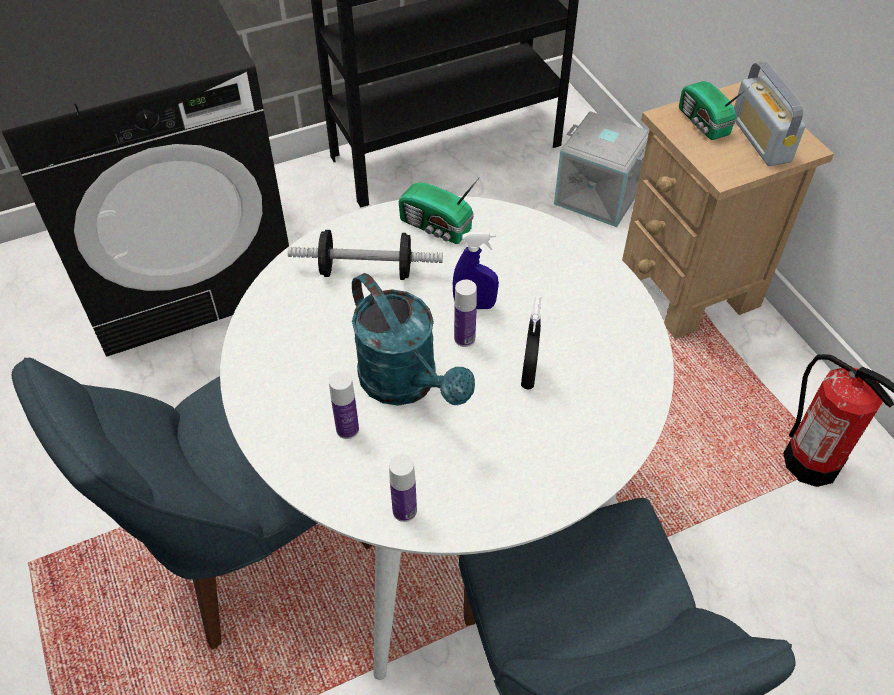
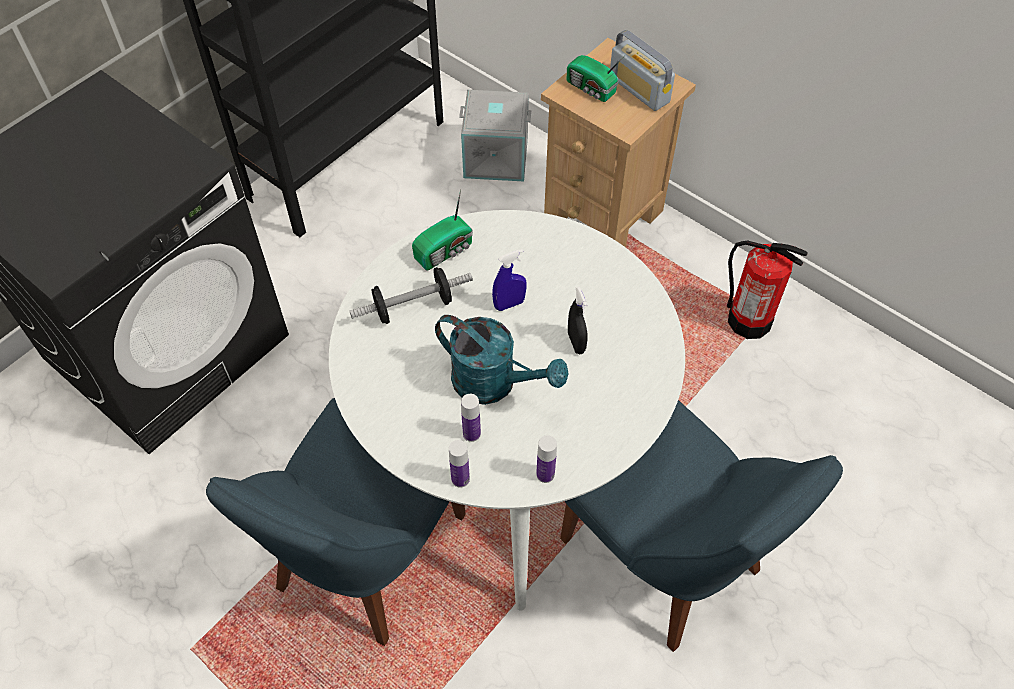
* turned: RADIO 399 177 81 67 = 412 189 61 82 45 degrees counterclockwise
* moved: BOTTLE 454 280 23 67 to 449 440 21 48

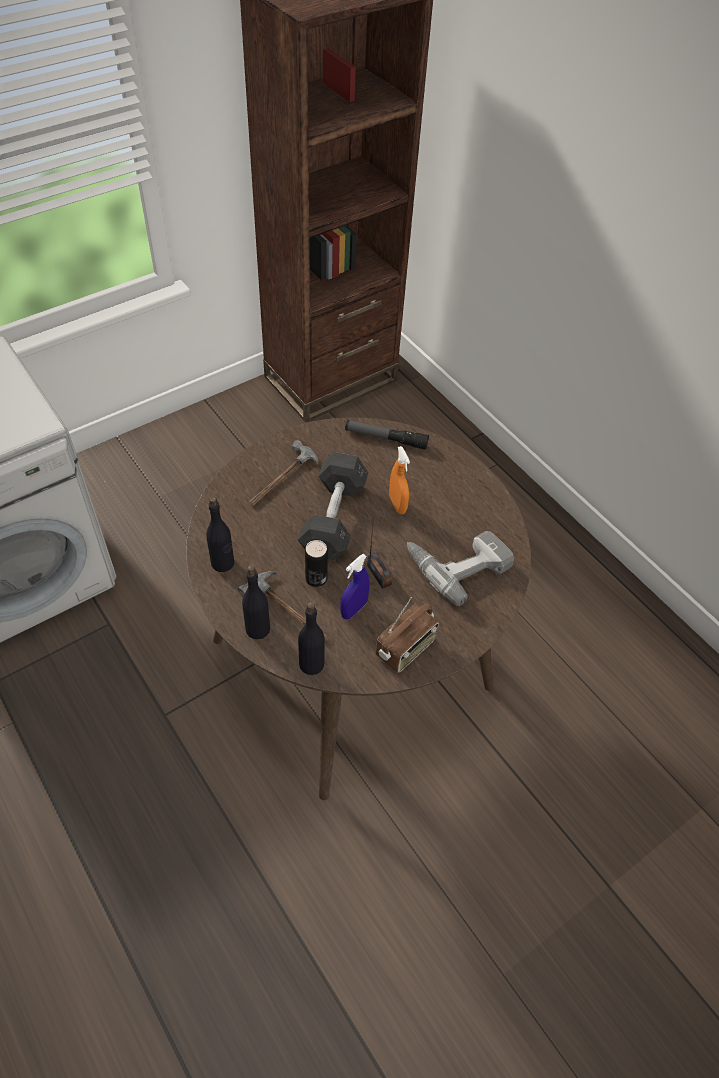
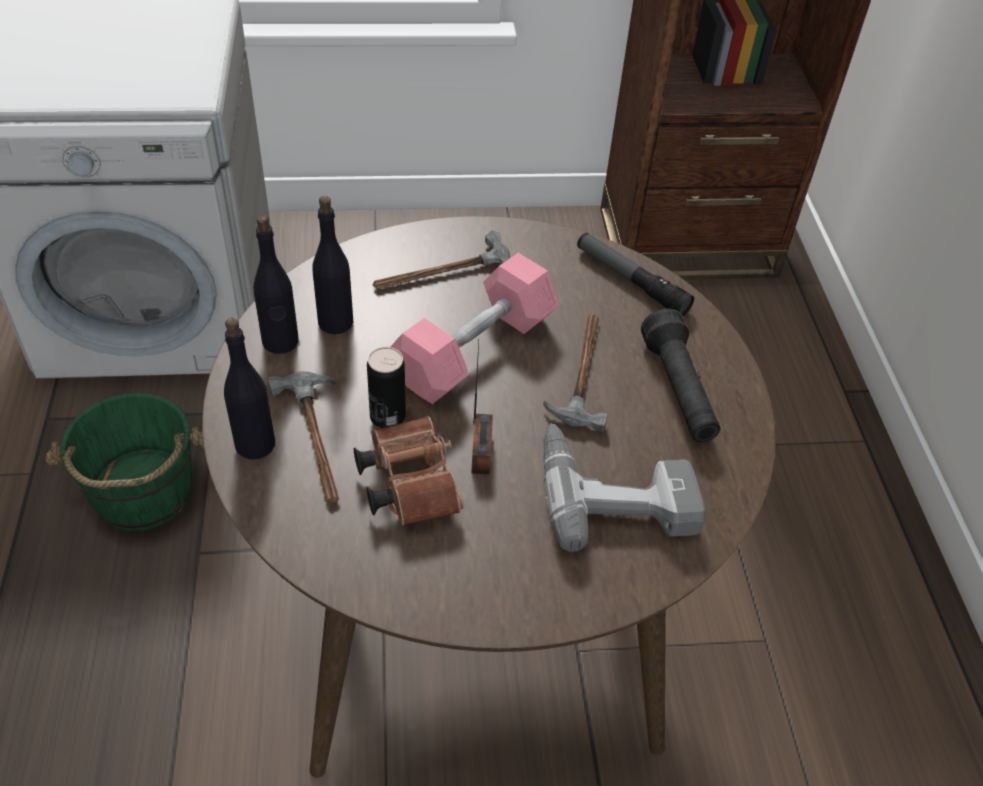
* replaced: ORANGE SPRAY BOTTLE 389 446 21 68 to HAMMER 543 315 65 118
* recoloured: GREY DUMBBELL 298 452 70 108 to PINK DUMBBELL 390 253 170 151
* replaced: BLUE SPRAY BOTTLE 340 554 30 66 to BROWN BINOCULARS 354 417 109 109
* removed: RADIO 375 597 64 76
* moved: BLACK BOTTLE 298 602 27 73 to 313 196 40 138
* added: BLACK FLASHLIGHT 641 309 79 133
* added: GREEN BUCKET 46 393 158 139

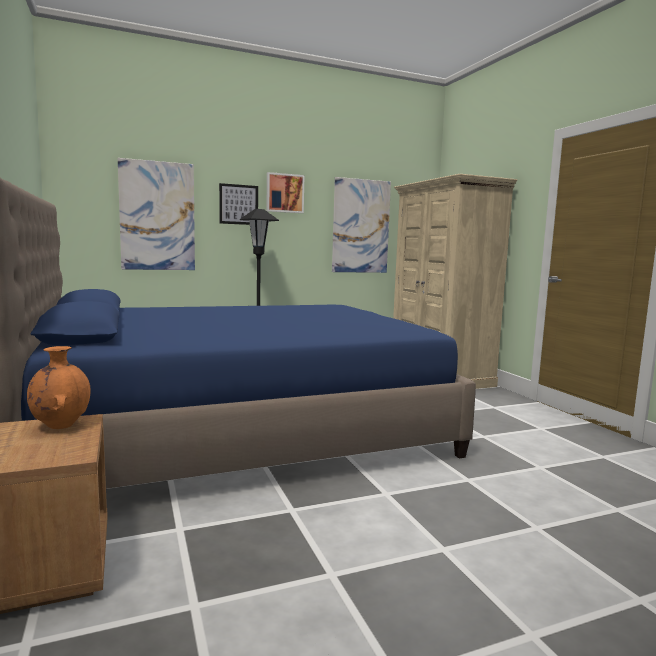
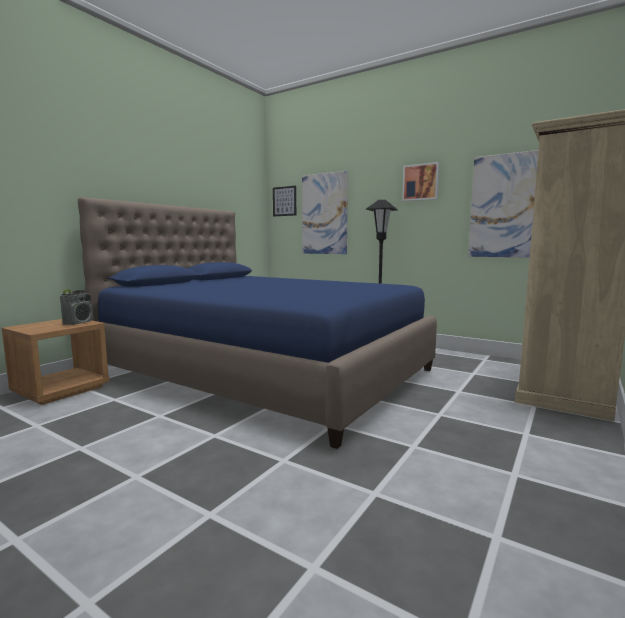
* moved: PICTURE 219 183 39 42 to 273 186 23 30
* replaced: ORANGE VASE 27 346 64 83 to RADIO 60 289 33 36

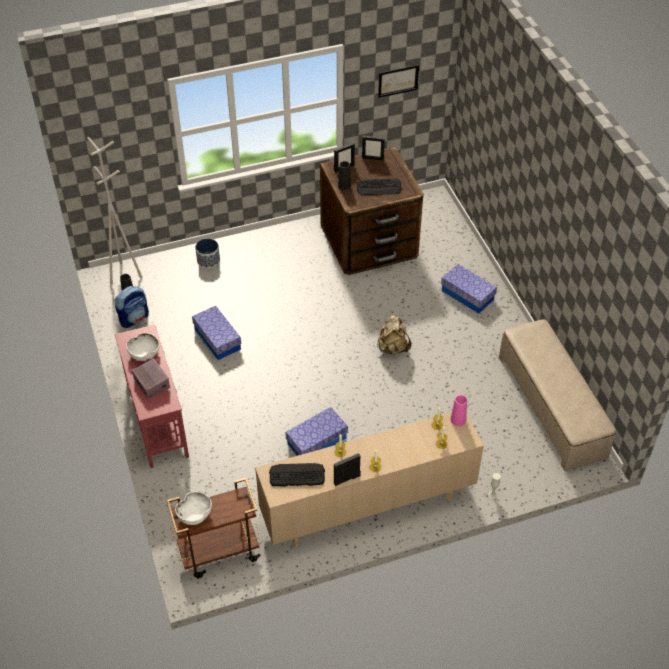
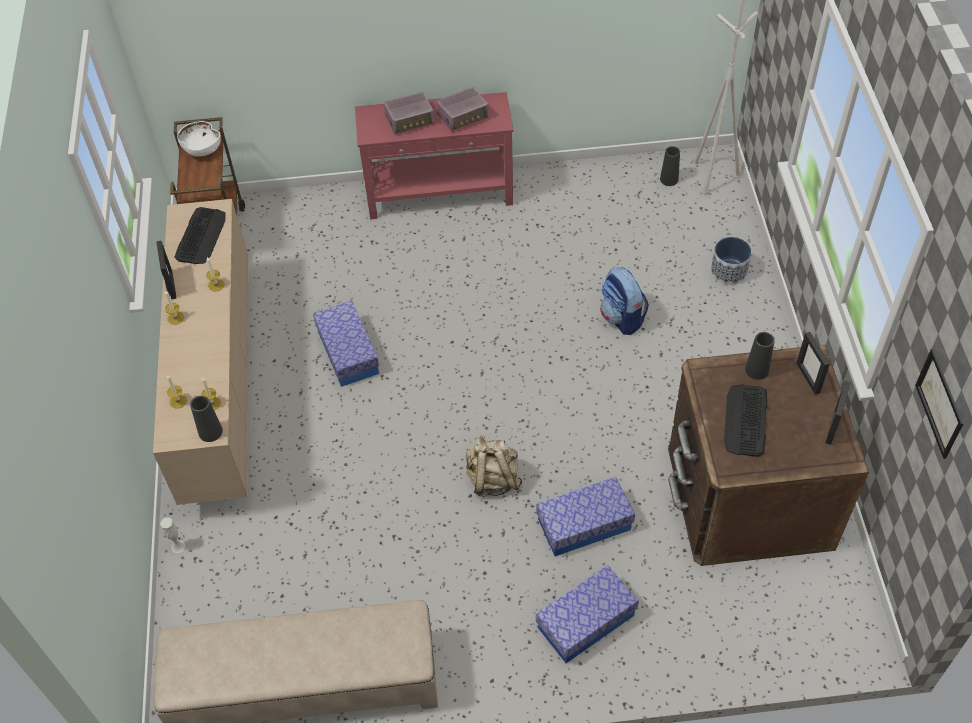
* moved: BACKPACK 115 286 34 42 to 600 267 49 68
* moved: STORAGE BOX 192 306 49 54 to 536 477 99 79
* replaced: WHITE BOWL 126 333 34 28 to RADIO 436 87 52 45
* recoloured: PINK VASE 450 395 17 31 to BLACK VASE 190 396 33 46

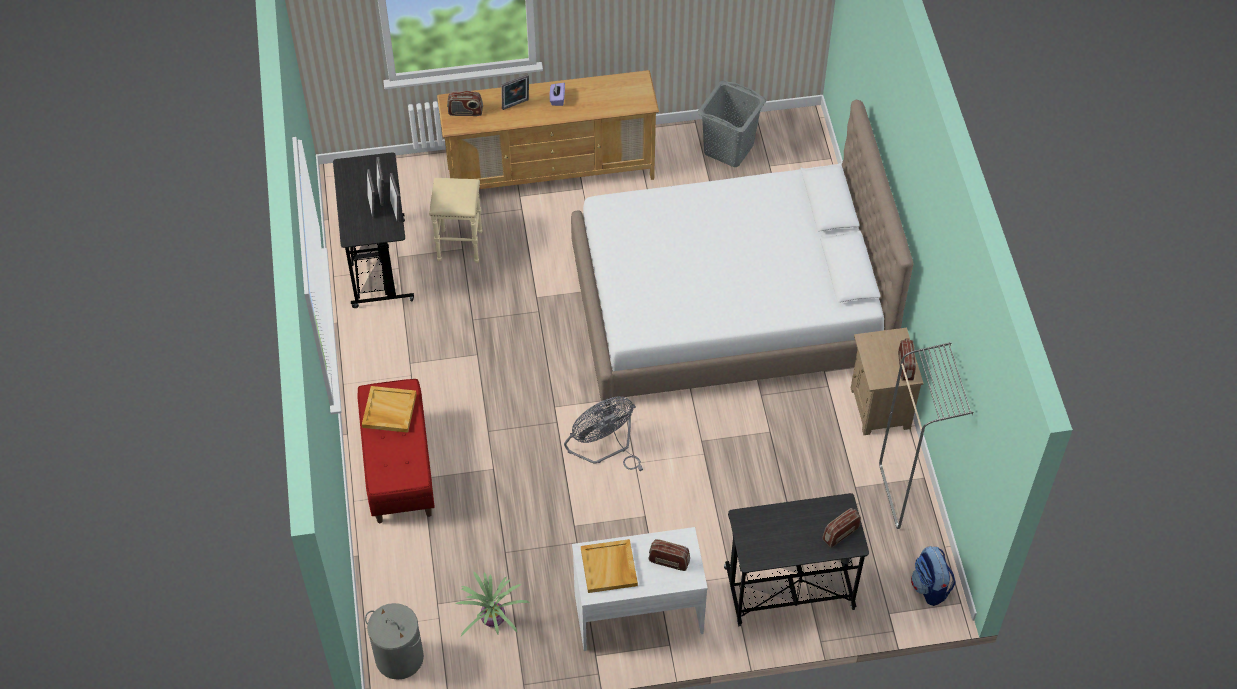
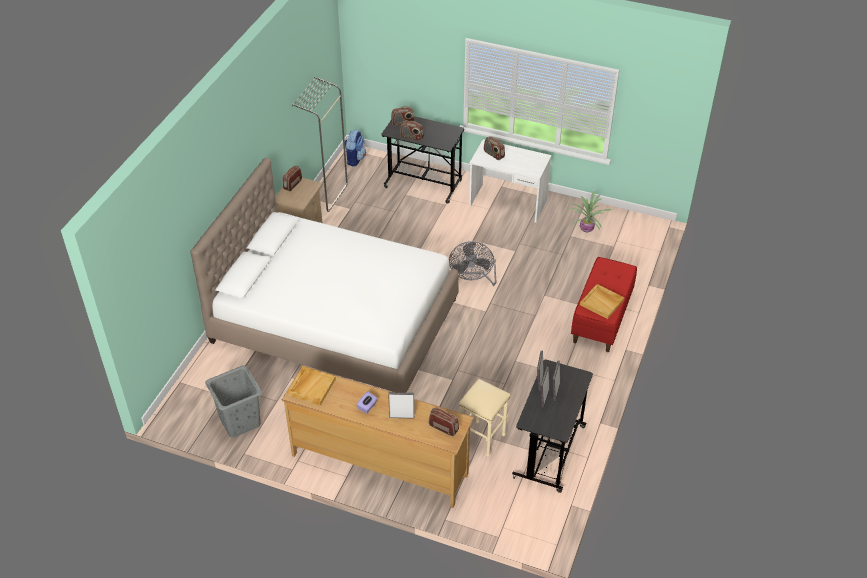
* moved: BEIGE TRAY 581 539 57 54 to 287 366 49 40
* removed: GREY LAUNDRY BASKET 365 603 59 77
* added: RADIO 400 120 24 21

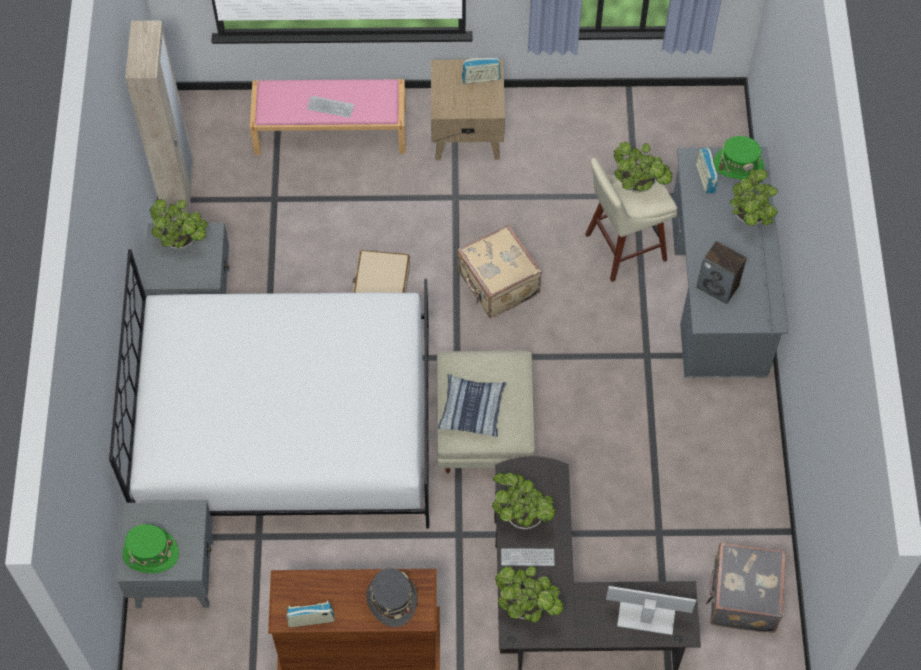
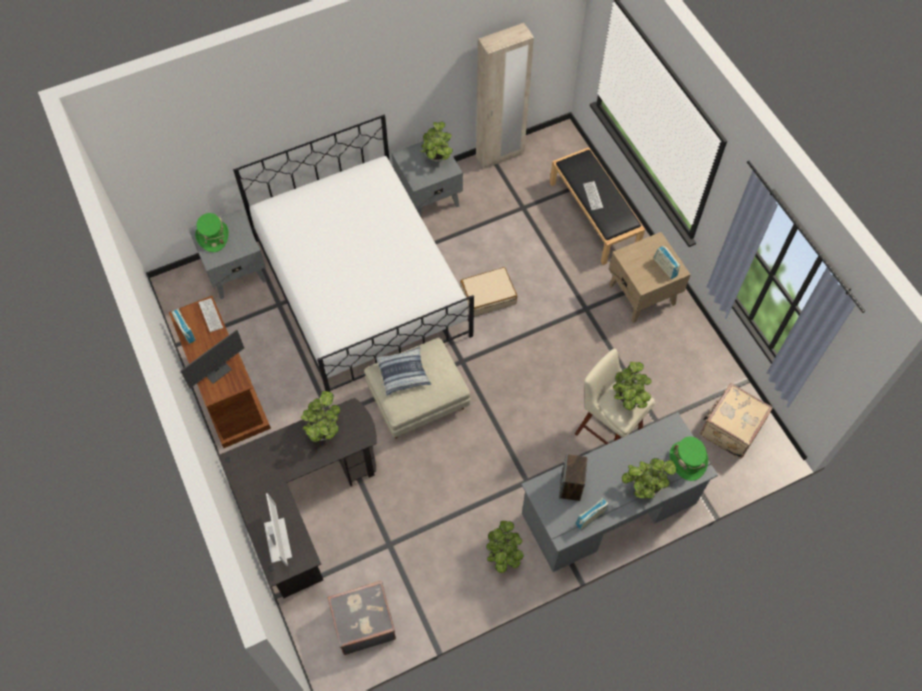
* recoloured: PINK BENCH 250 79 156 76 to BLACK BENCH 550 147 95 118
* moved: RADIO 696 148 22 46 to 576 498 32 32
* moved: BEIGE SUITCASE 457 224 84 94 to 700 383 73 76
* moved: KEYBOARD 501 548 53 18 to 198 298 25 34
* moved: POTTED PLANT 495 566 68 56 to 487 521 37 52
* replaced: GREY HAT 366 568 52 60 to MONITOR 180 330 64 58

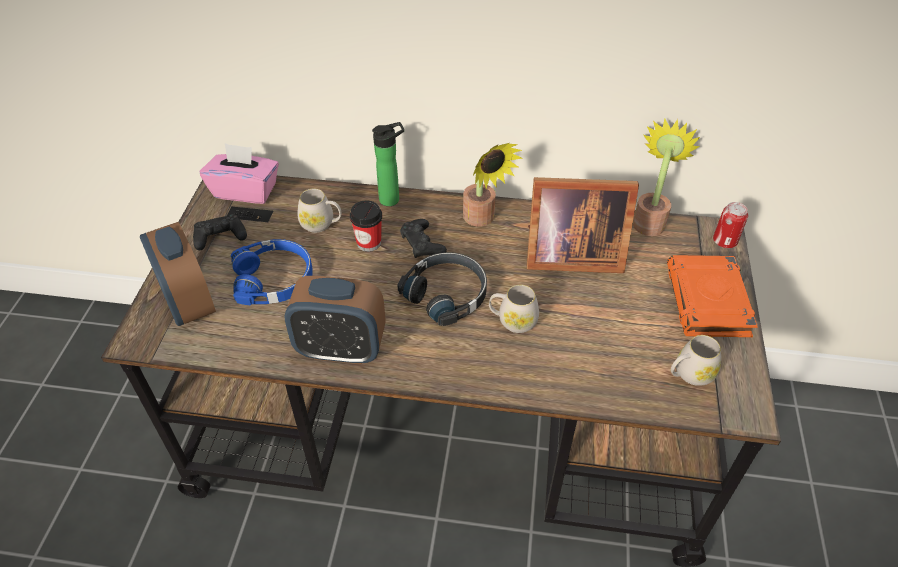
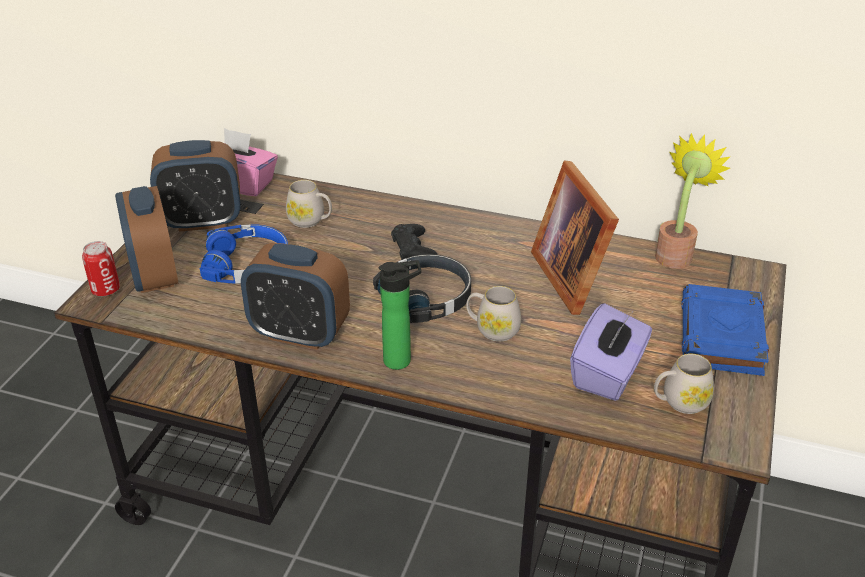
* moved: BOTTLE 372 122 32 84 to 378 260 43 110
* removed: POTTED PLANT 463 143 59 84
* turned: PICTURE FRAME 527 177 112 96 = 531 161 88 154 60 degrees clockwise
* removed: CUP 350 201 33 51
* moved: CAN 713 202 35 46 to 82 241 38 55
* replaced: BLACK GAME CONTROLLER 193 214 54 36 to ALARM CLOCK 150 140 91 92
* recoloured: ORANGE BOOK 667 255 91 82 to BLUE BOOK 682 284 87 92
* added: PURPLE TISSUE BOX 570 303 82 98

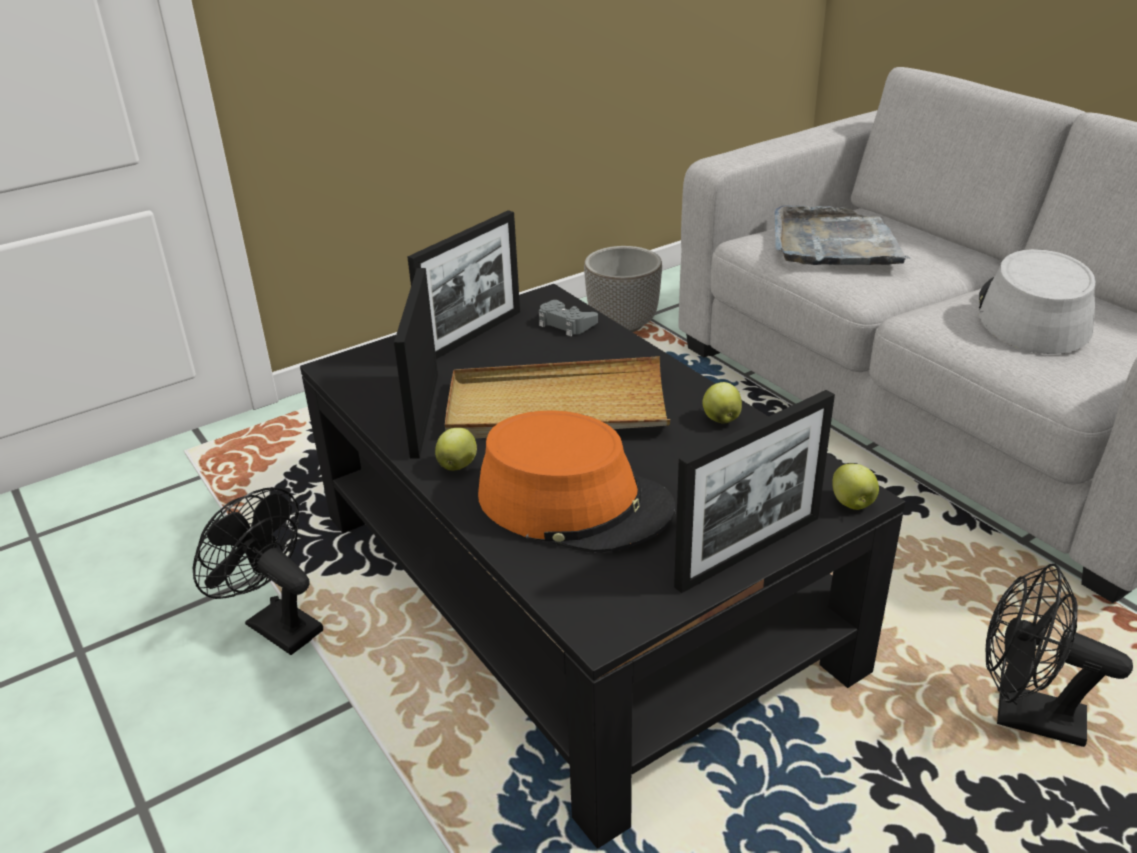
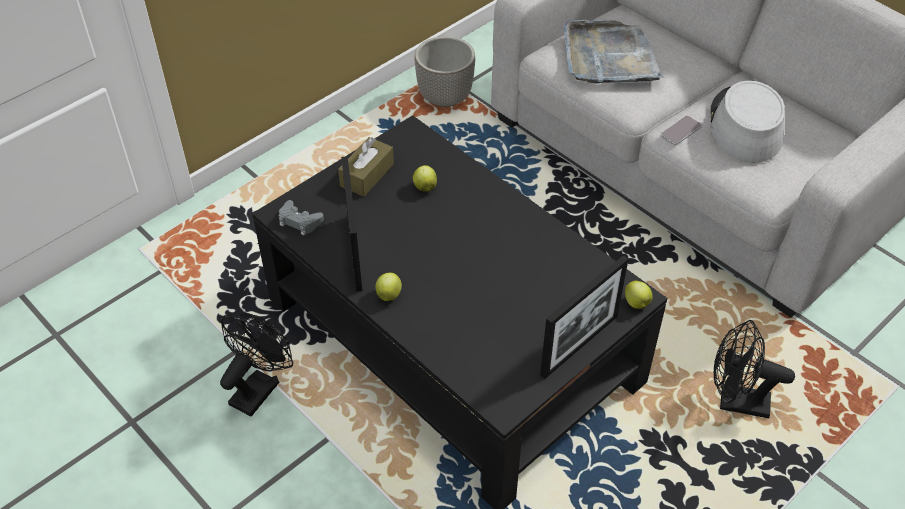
* replaced: PICTURE FRAME 407 210 113 149 to BROWN TISSUE BOX 338 137 56 60
* moved: GREY GAME CONTROLLER 539 300 59 37 to 278 200 46 36
* removed: BEIGE TRAY 445 356 225 83
* moved: APPLE 702 382 40 42 to 413 165 24 27
* removed: ORANGE HAT 478 410 198 143
* turned: BLACK FAN 193 487 130 168 = 220 313 73 103 90 degrees clockwise
* added: PHONE 661 116 41 29

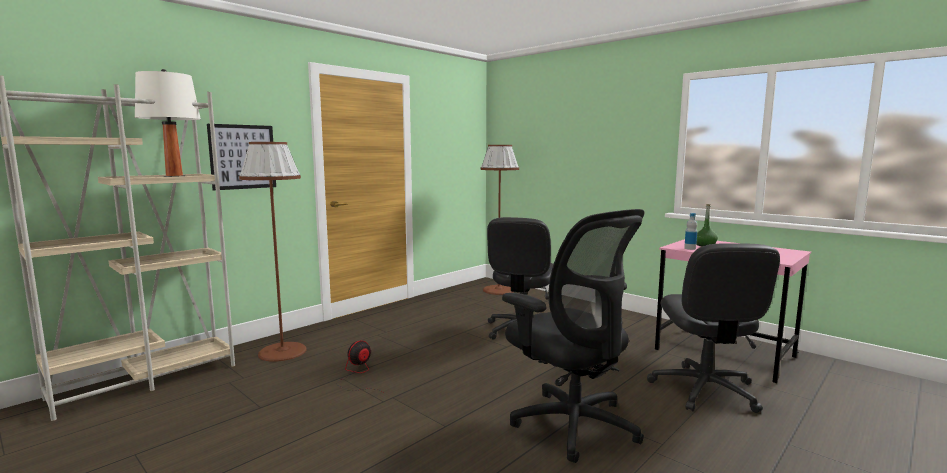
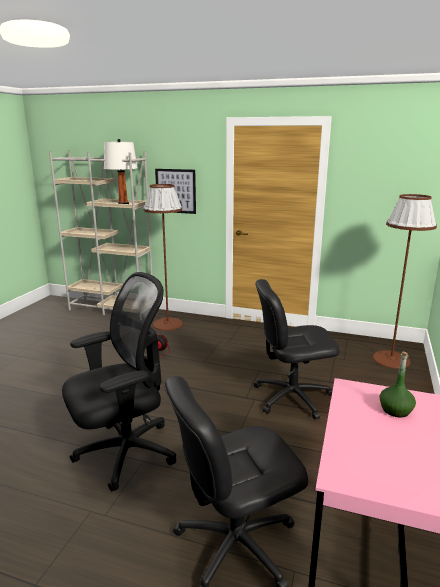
* turned: BLACK OFFICE CHAIR 502 209 142 254 = 62 272 114 219 150 degrees counterclockwise
* removed: BOTTLE 684 213 13 37

